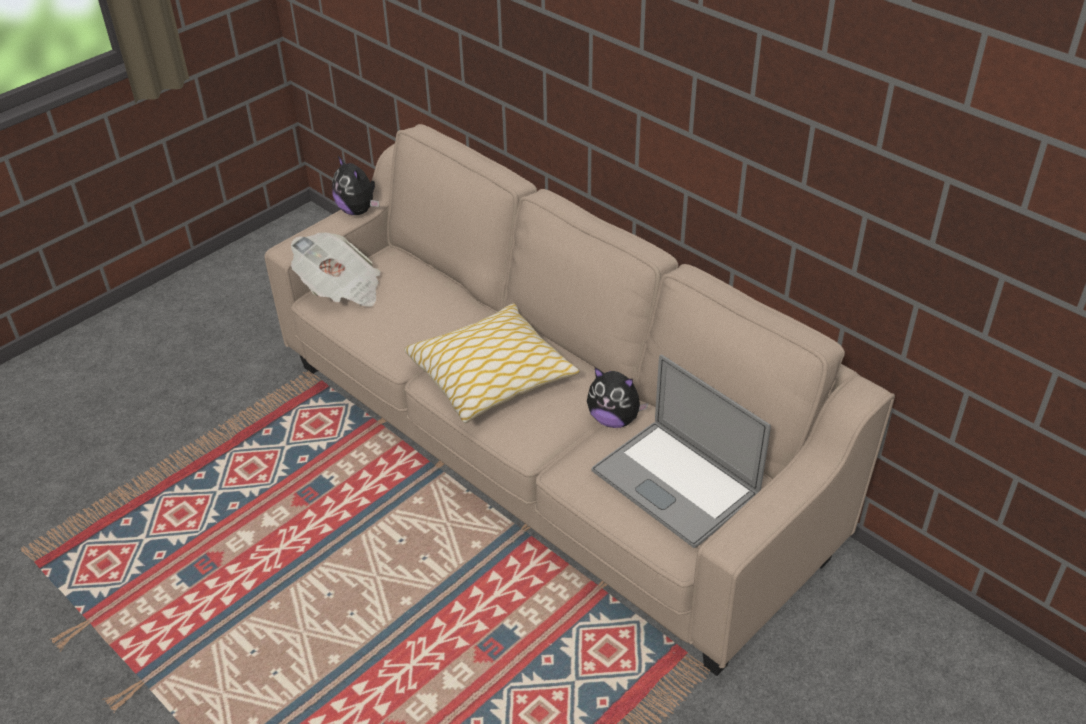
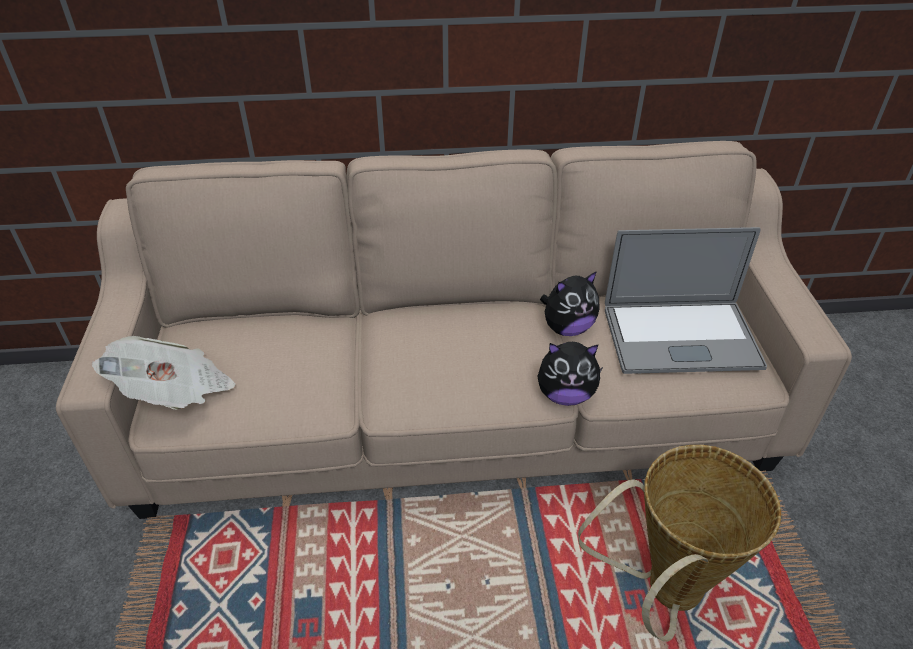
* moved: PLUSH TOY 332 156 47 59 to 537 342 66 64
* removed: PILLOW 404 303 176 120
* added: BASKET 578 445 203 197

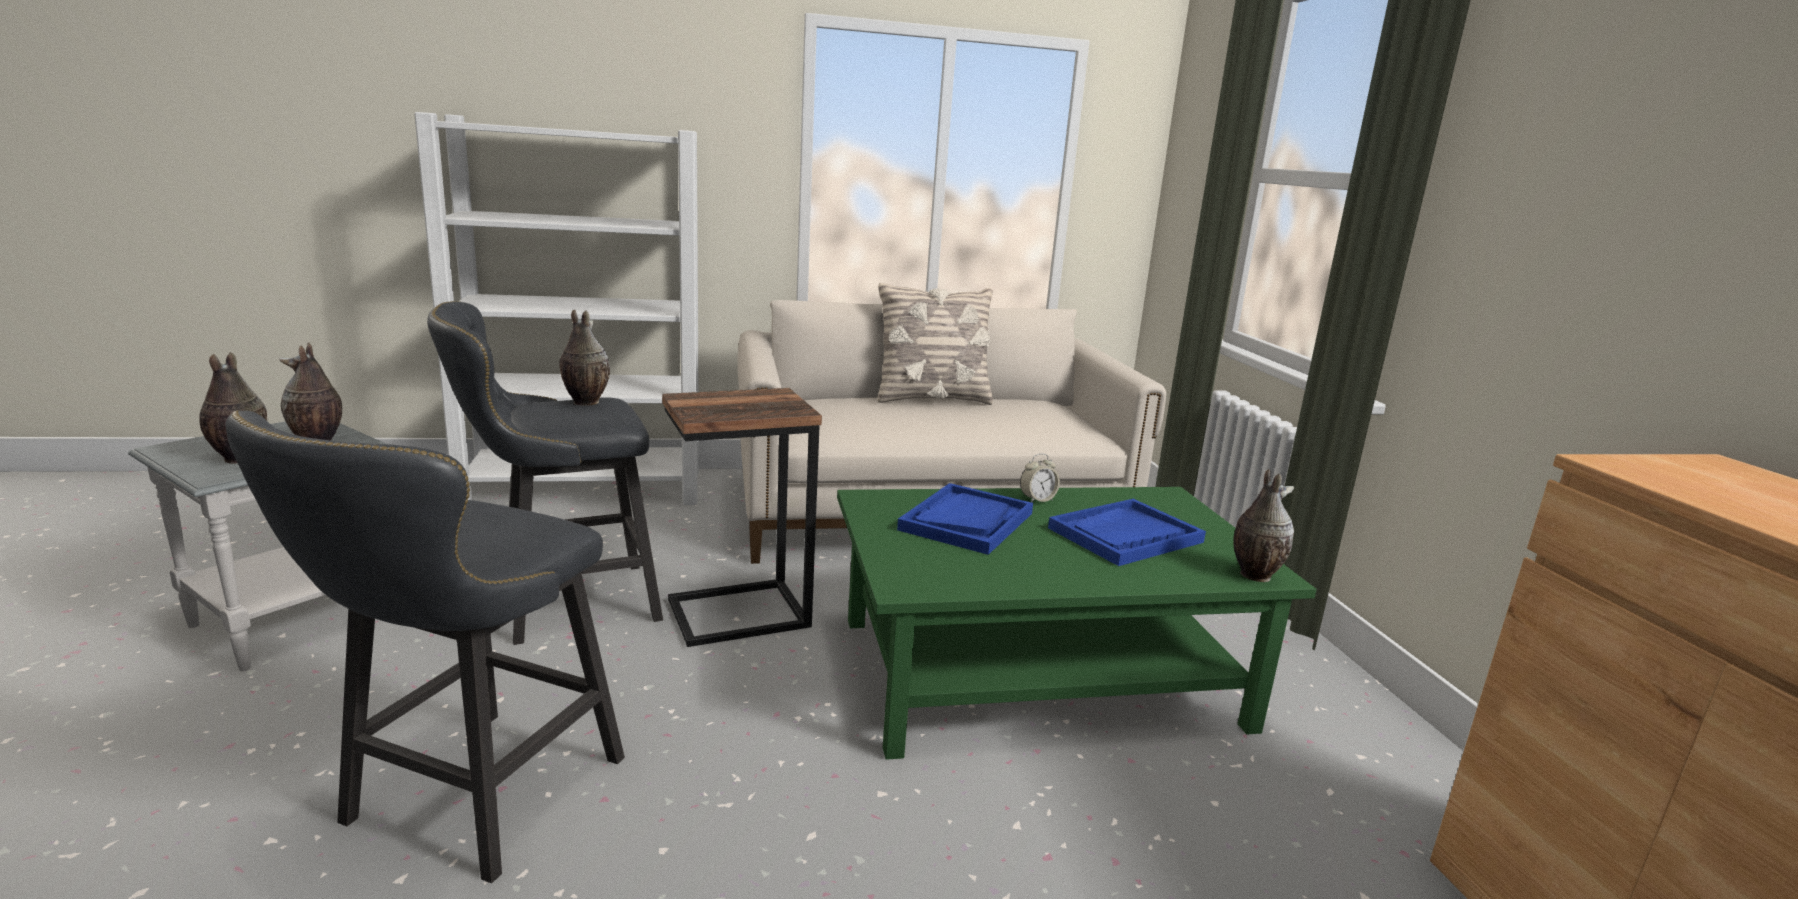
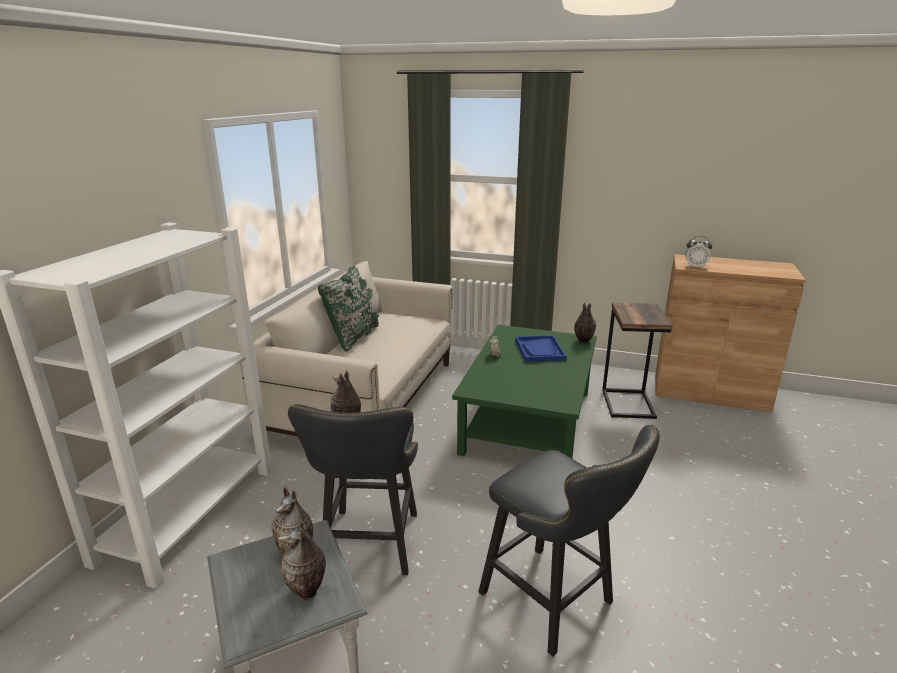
* recoloured: BEIGE PILLOW 877 283 116 122 to GREEN PILLOW 318 266 61 86
* moved: SIDE TABLE 662 388 160 259 to 602 303 71 116
* removed: BLUE TRAY 897 483 136 72
* added: ALARM CLOCK 685 236 27 32

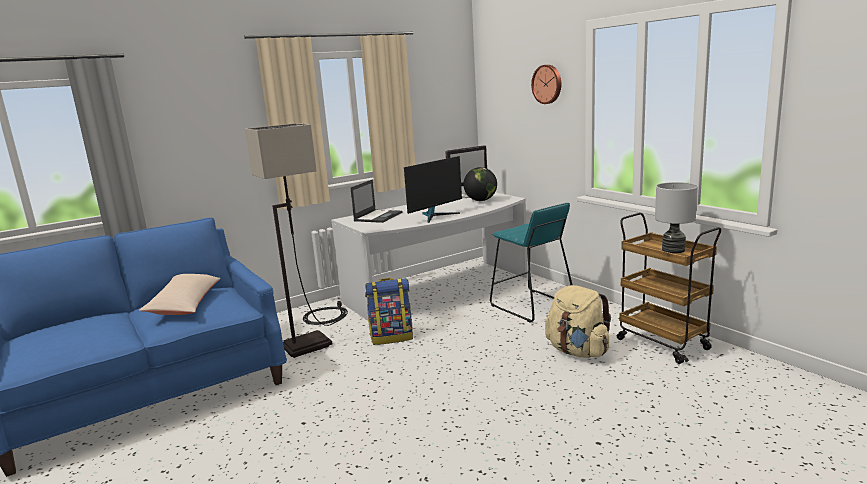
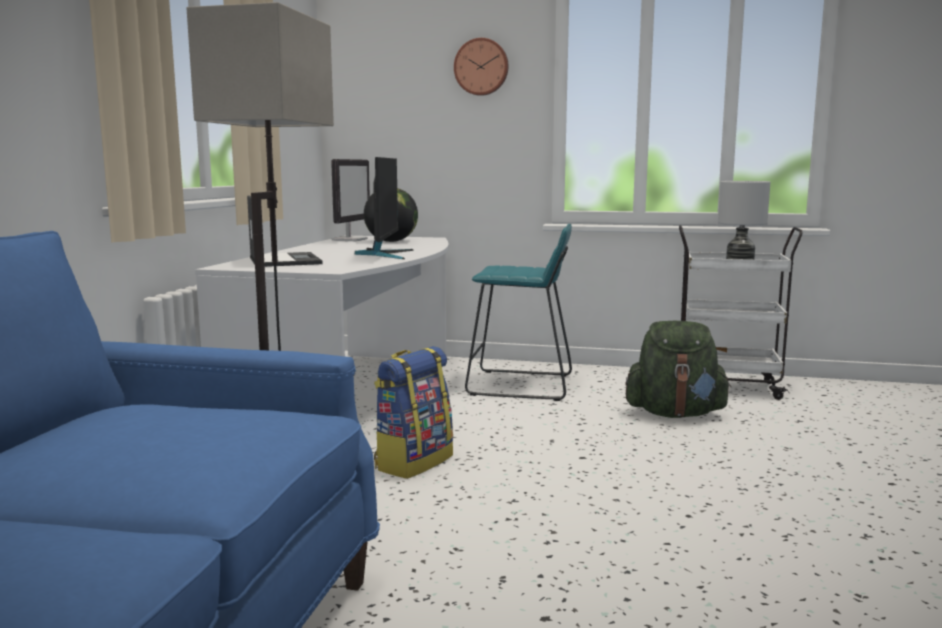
* recoloured: BROWN CART 617 213 104 151 to WHITE CART 679 225 123 175
* removed: BEIGE PILLOW 139 274 82 41
* recoloured: BEIGE BACKPACK 545 285 66 73 to GREEN BACKPACK 625 321 106 97

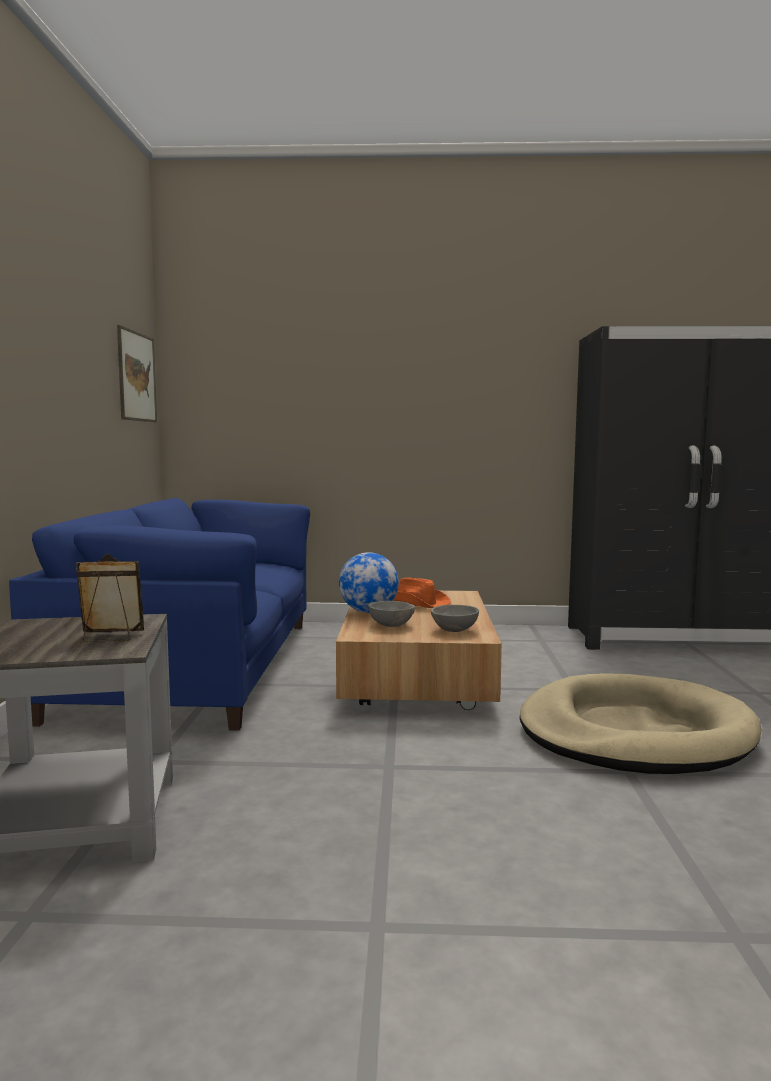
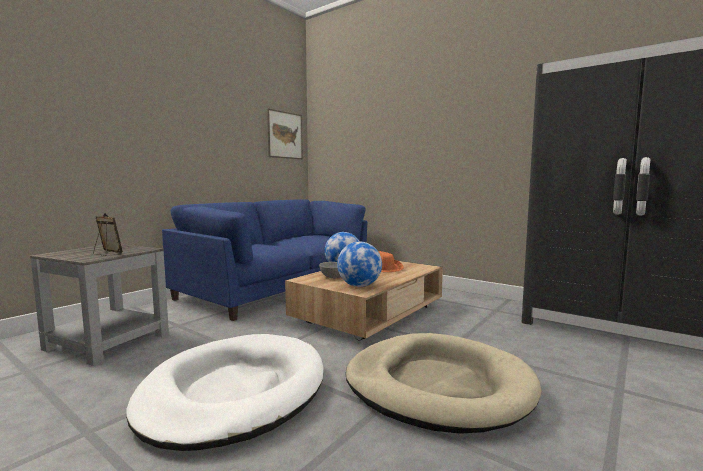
* replaced: GREY BOWL 431 605 48 27 to GLOBE 337 242 45 45
* added: WHITE DOG BED 126 334 198 117

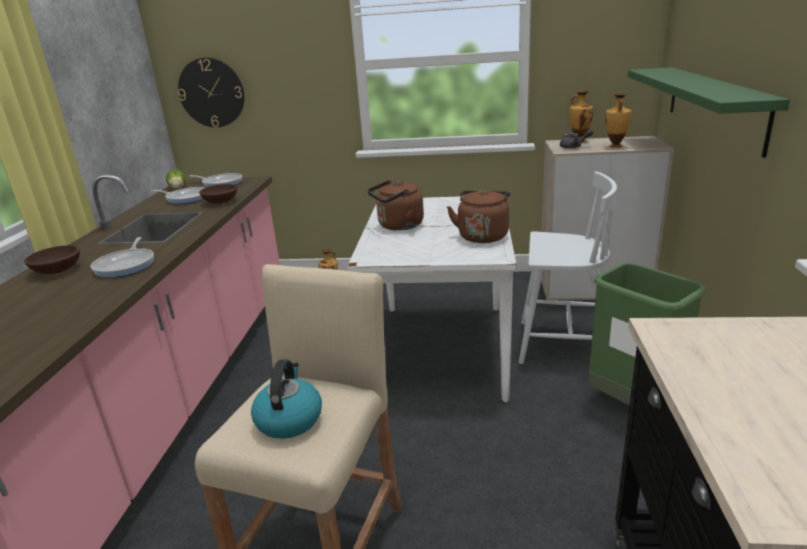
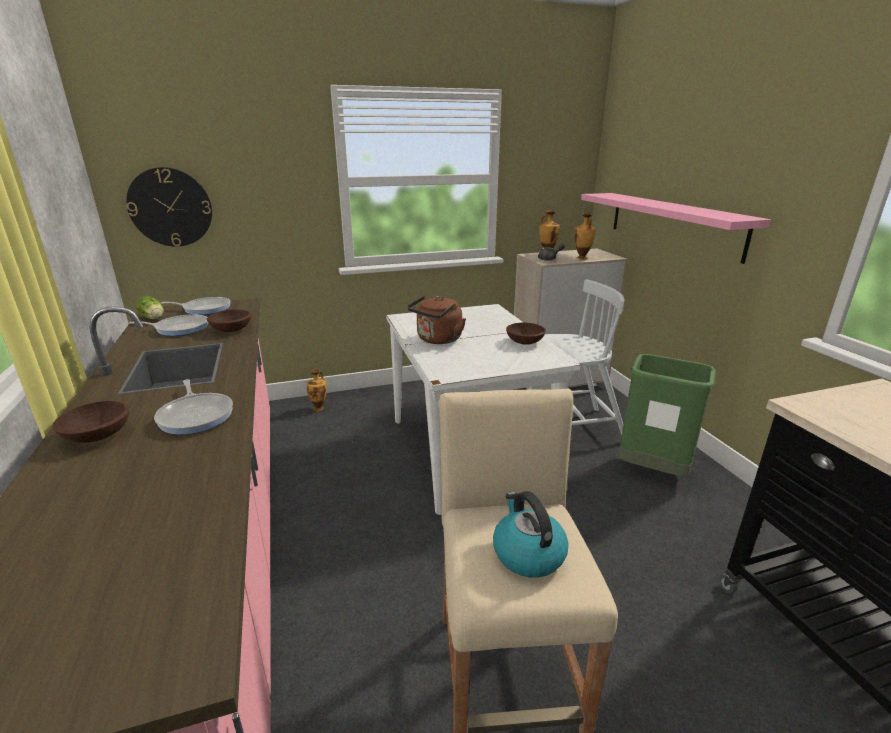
* recoloured: GREEN SHELF 628 67 162 91 to PINK SHELF 581 193 190 71
* replaced: BROWN KETTLE 447 189 63 54 to BROWN BOWL 506 323 40 22

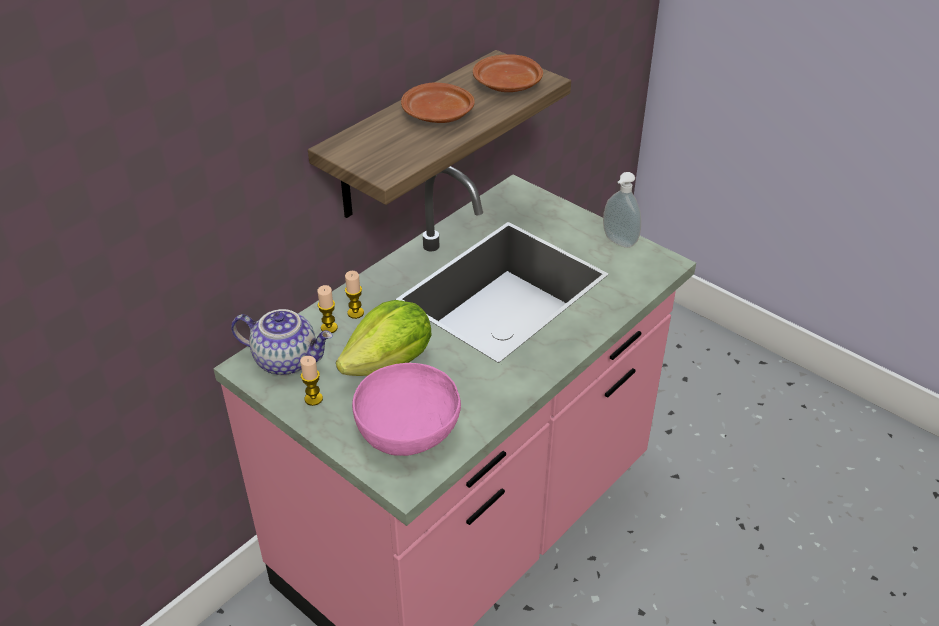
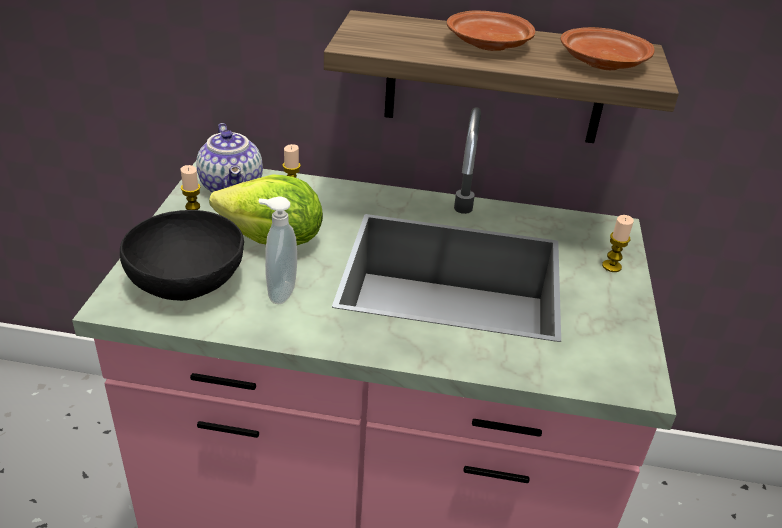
* moved: SOAP DISPENSER 603 172 38 76 to 258 196 39 108
* moved: CANDLE 345 271 19 48 to 602 215 32 57
* recoloured: PINK BOWL 352 363 109 93 to BLACK BOWL 120 210 124 91

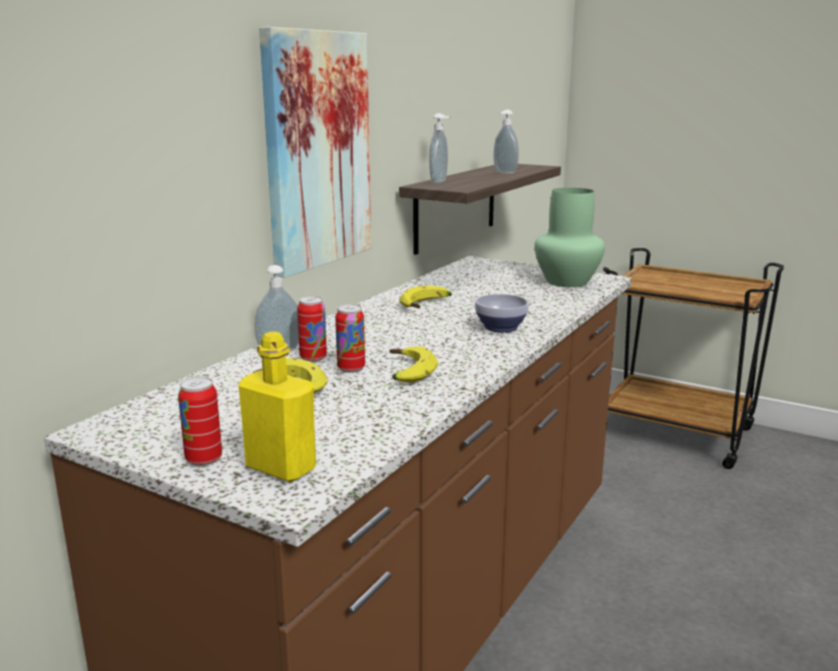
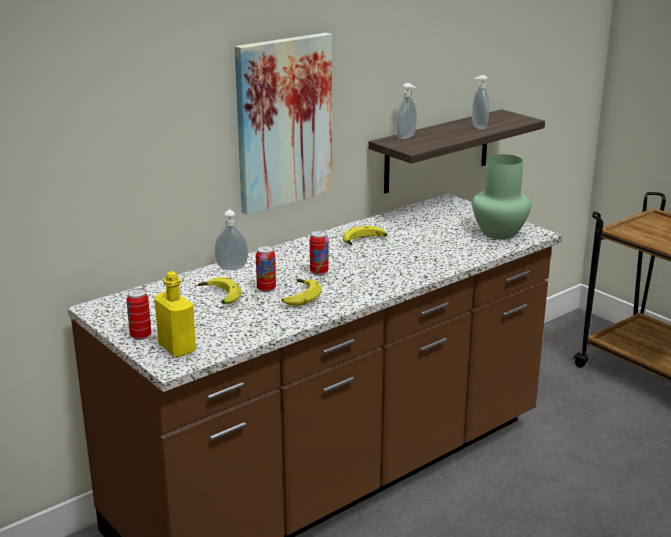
* removed: BOWL 475 294 54 39
* moved: CAN 297 296 30 66 to 310 230 18 45

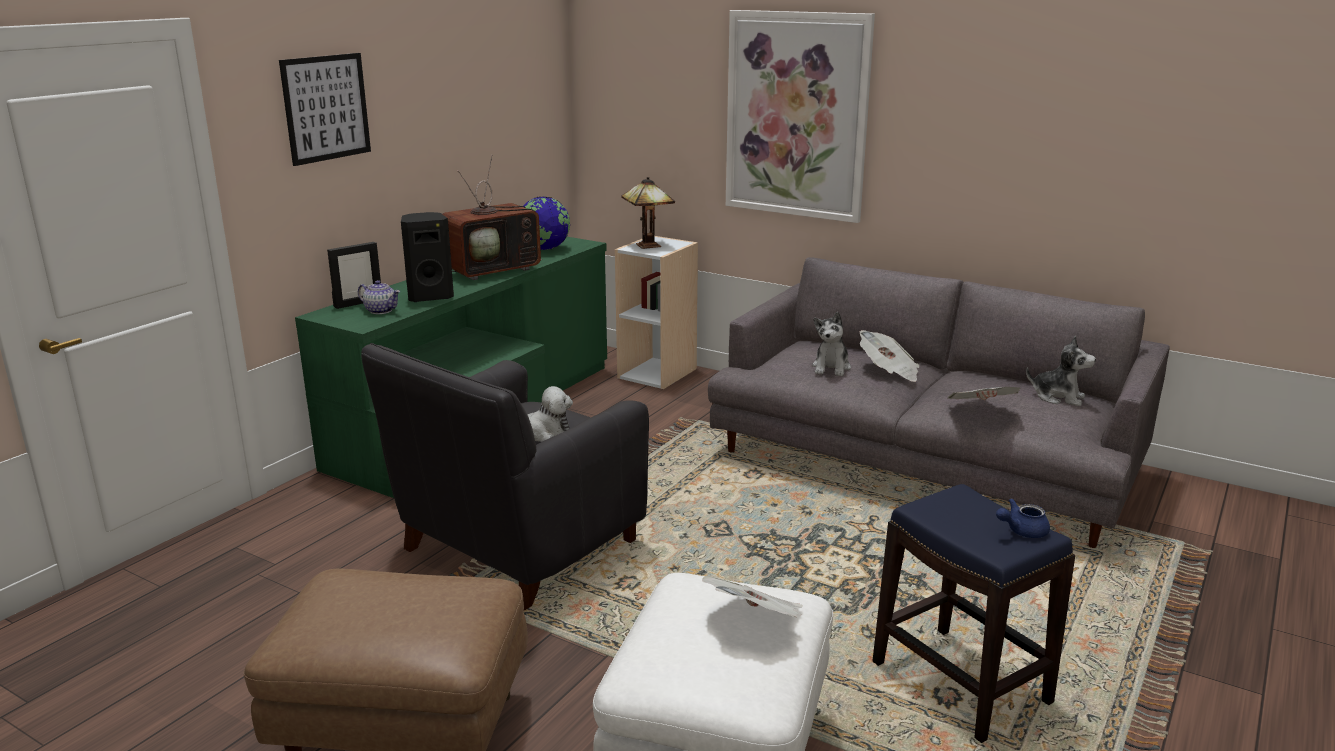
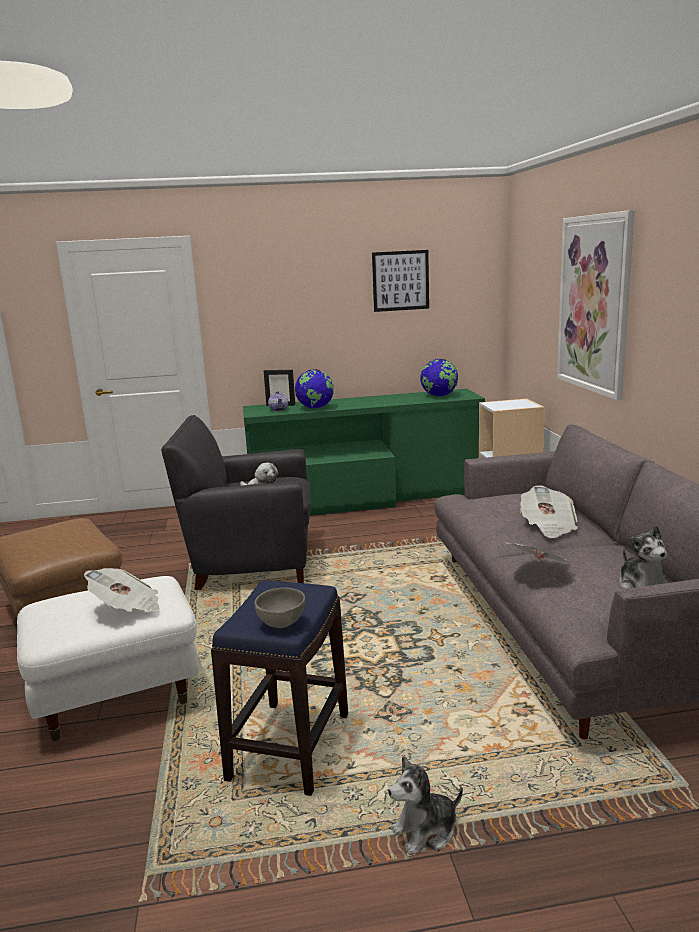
* moved: PICTURE 279 53 92 113 to 372 250 57 62
* removed: TELEVISION 443 155 99 125
* removed: TABLE LAMP 621 177 54 72
* replaced: BLACK SPEAKER 401 212 53 90 to GLOBE 295 369 39 40
* moved: PLUSH TOY 812 312 39 64 to 388 756 75 99
* replaced: BLUE TEAPOT 996 498 54 40 to GREY BOWL 254 587 51 41

